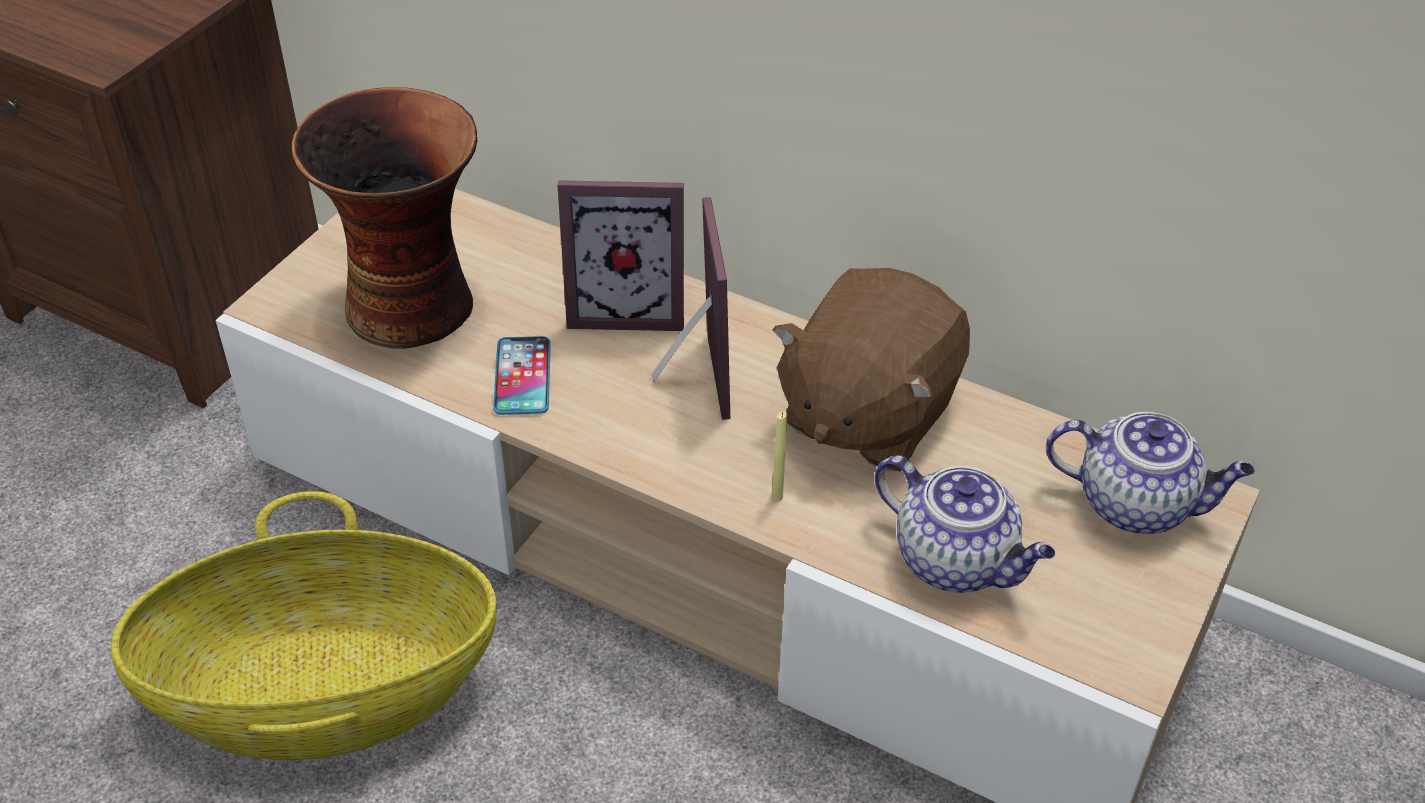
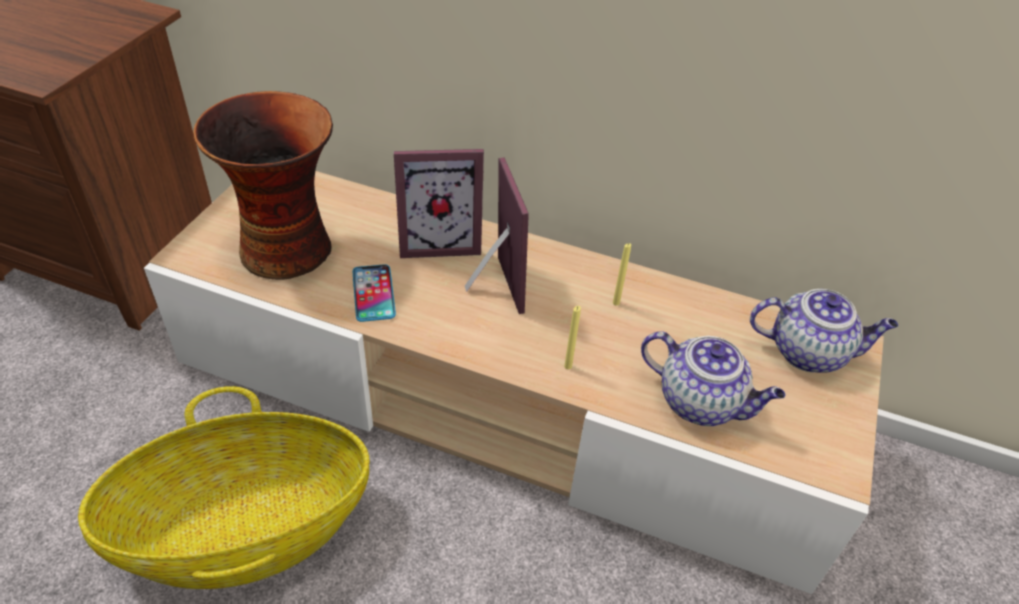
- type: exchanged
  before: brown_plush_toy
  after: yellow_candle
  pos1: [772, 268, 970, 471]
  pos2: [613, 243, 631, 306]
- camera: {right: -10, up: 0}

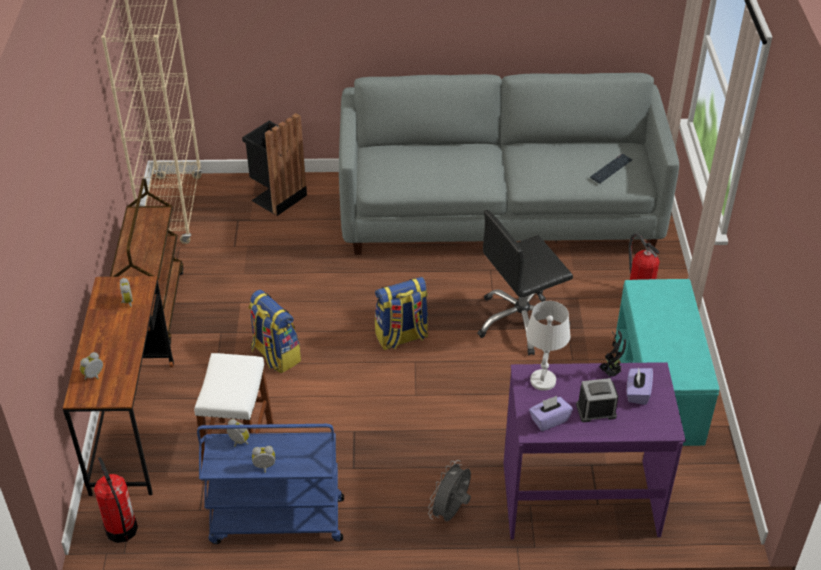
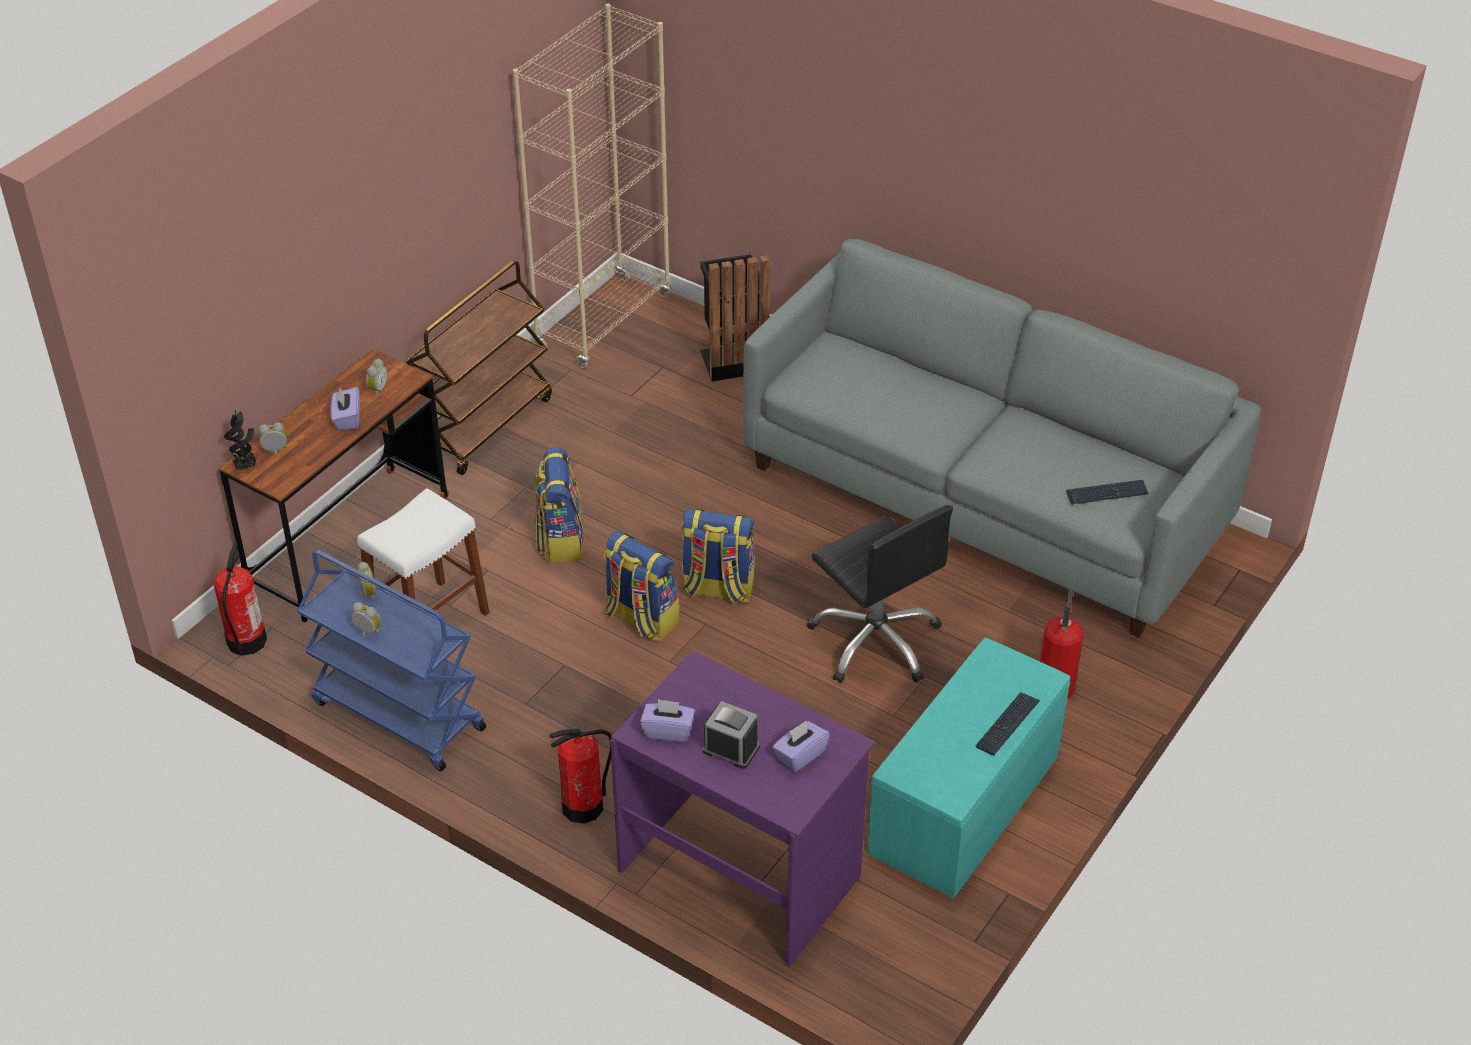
- type: exchanged
  before: grey_fan
  after: fire_extinguisher
  pos1: [428, 460, 471, 522]
  pos2: [549, 729, 611, 824]
- type: spun
  before: black_office_chair
  pos1: [477, 210, 573, 355]
  pos2: [807, 505, 953, 683]
  turn: -135
- type: missing
  before: white_table_lamp
  pos1: [526, 301, 571, 391]
- type: relocated
  before: potted_plant
  pos1: [599, 330, 626, 377]
  pos2: [224, 410, 256, 470]
- type: appeared
  after: purple_tissue_box
  pos2: [331, 387, 360, 430]
- type: appeared
  after: backpack
  pos2: [604, 531, 679, 642]
- type: appeared
  after: keyboard
  pos2: [975, 692, 1040, 755]
- camera: {right: 35, up: 0}

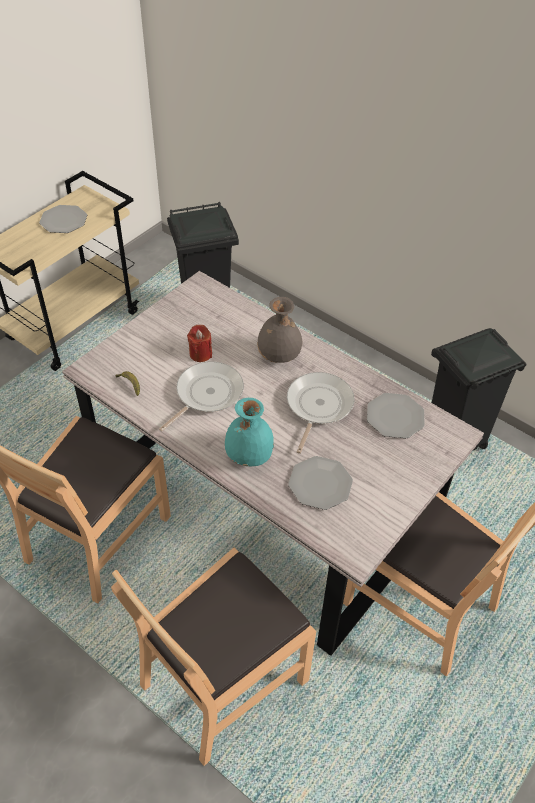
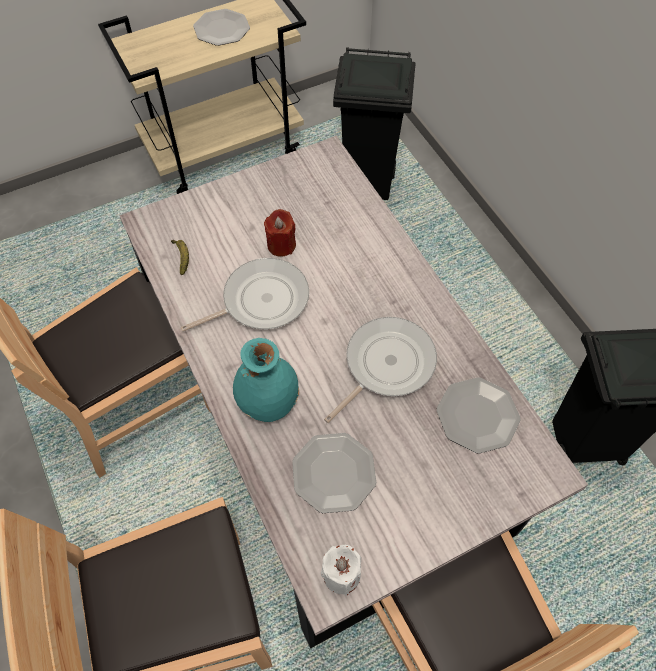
- type: missing
  before: grey_vase
  pos1: [257, 297, 303, 363]
- type: appeared
  after: white_candle
  pos2: [321, 545, 361, 596]
- camera: {right: 25, up: 10}

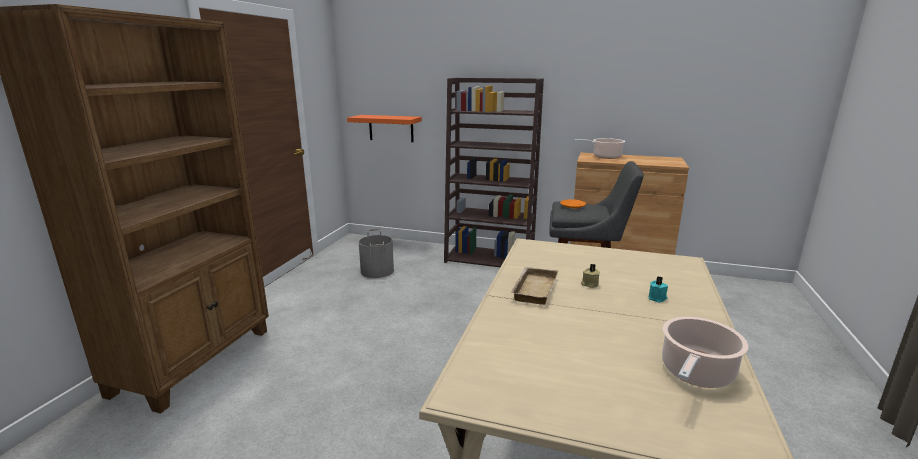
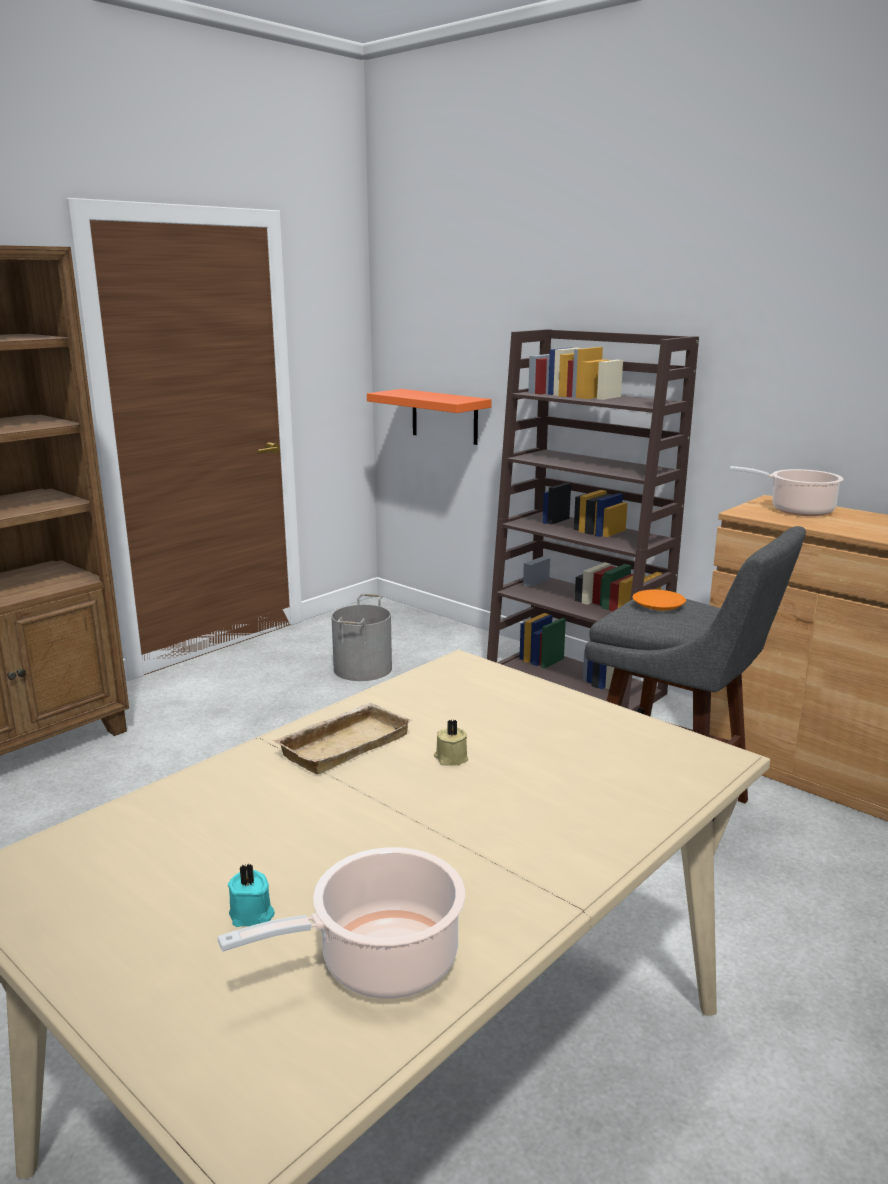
- type: relocated
  before: turquoise_candle
  pos1: [649, 276, 668, 303]
  pos2: [228, 863, 275, 927]
- camera: {right: 25, up: 0}

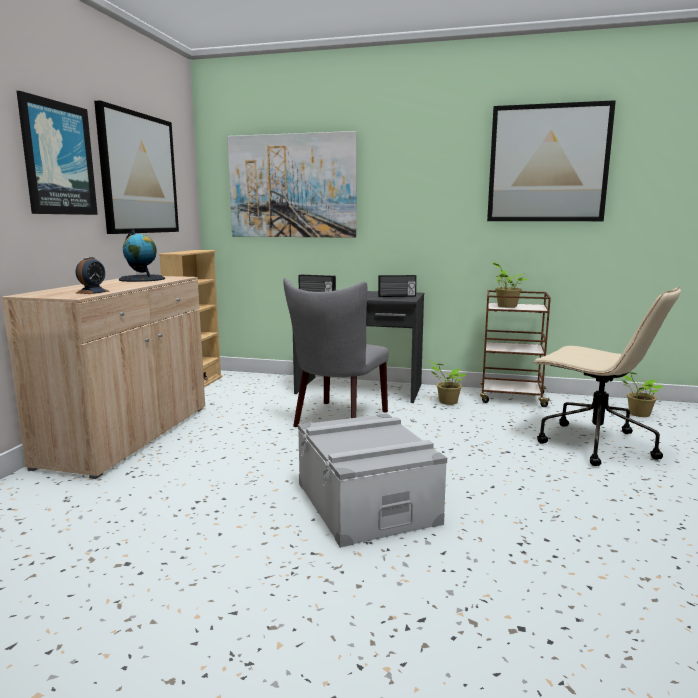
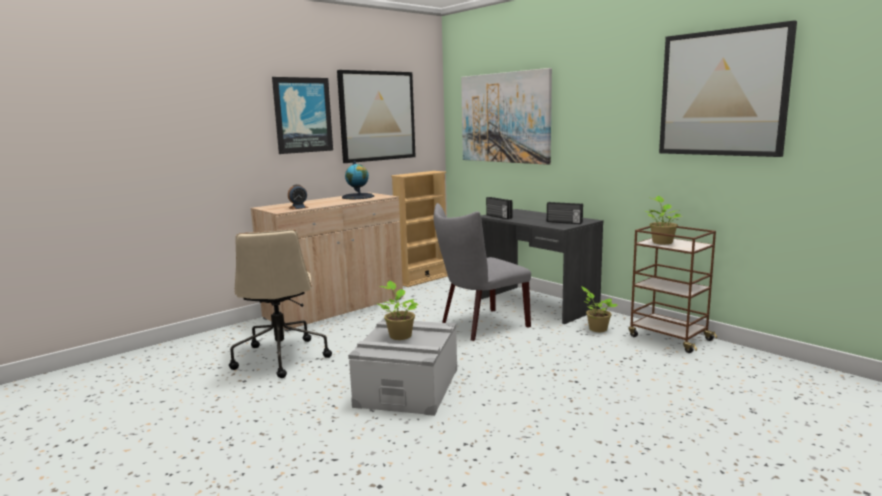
- type: relocated
  before: beige_office_chair
  pos1: [533, 286, 681, 466]
  pos2: [229, 229, 332, 378]
- type: relocated
  before: potted_plant
  pos1: [622, 372, 663, 417]
  pos2: [378, 281, 418, 340]
- camera: {right: 35, up: 0}

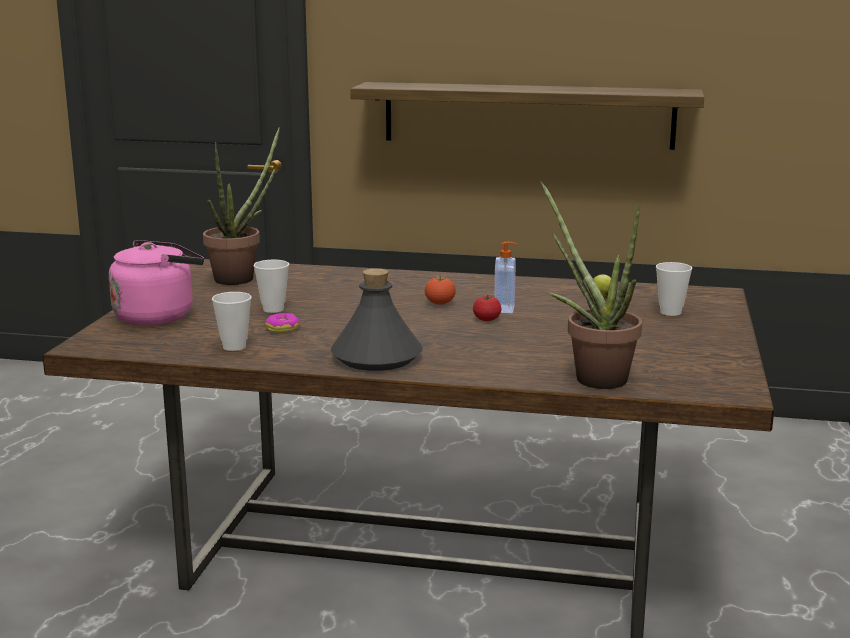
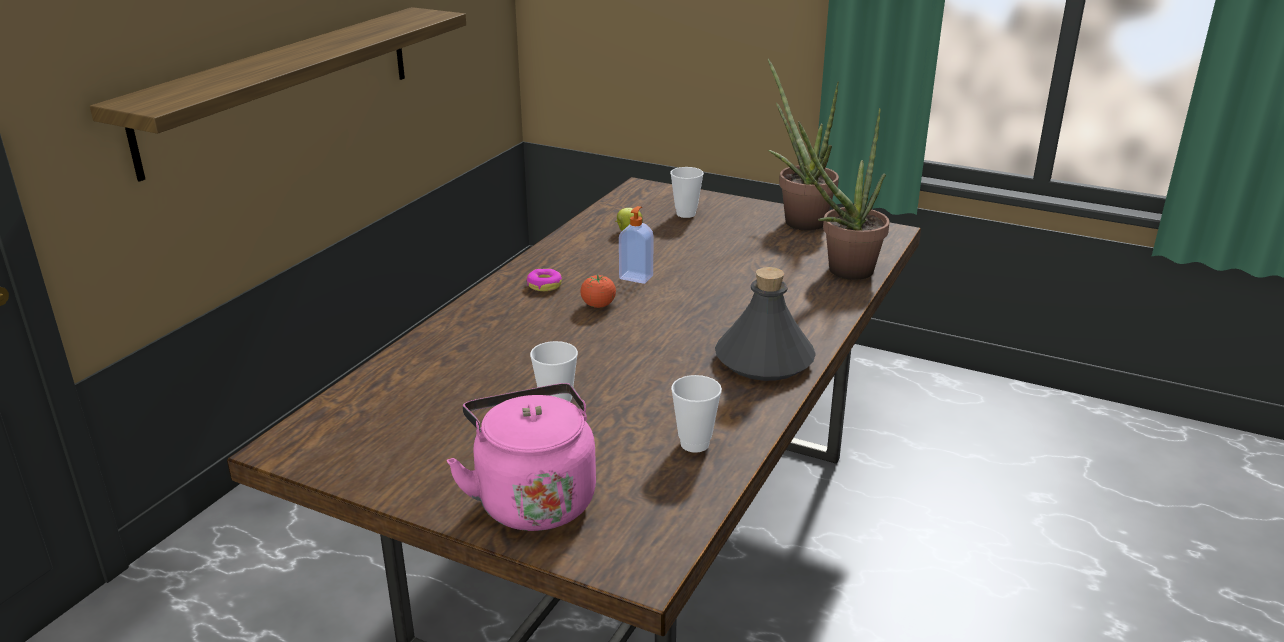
- type: relocated
  before: potted_plant
  pos1: [203, 128, 280, 285]
  pos2: [768, 58, 839, 231]
- type: relocated
  before: donut
  pos1: [265, 313, 299, 333]
  pos2: [527, 269, 562, 291]
- type: missing
  before: tomato
  pos1: [473, 295, 501, 321]
- camera: {right: -75, up: 10}

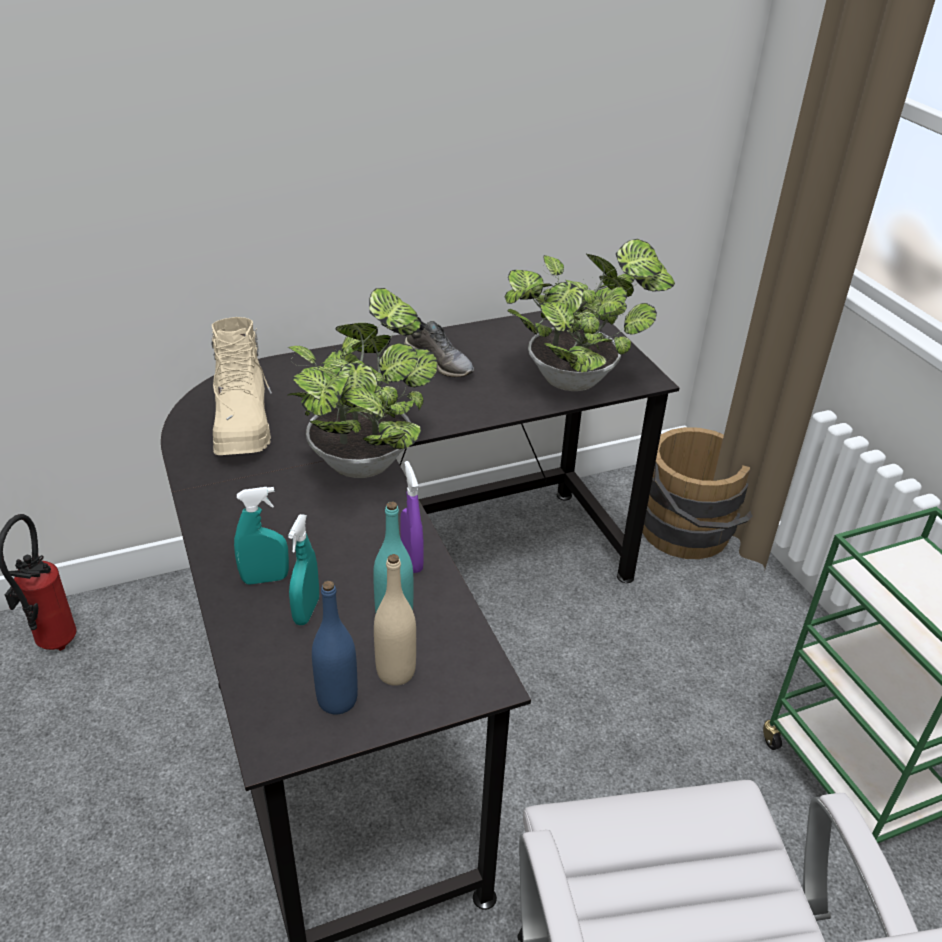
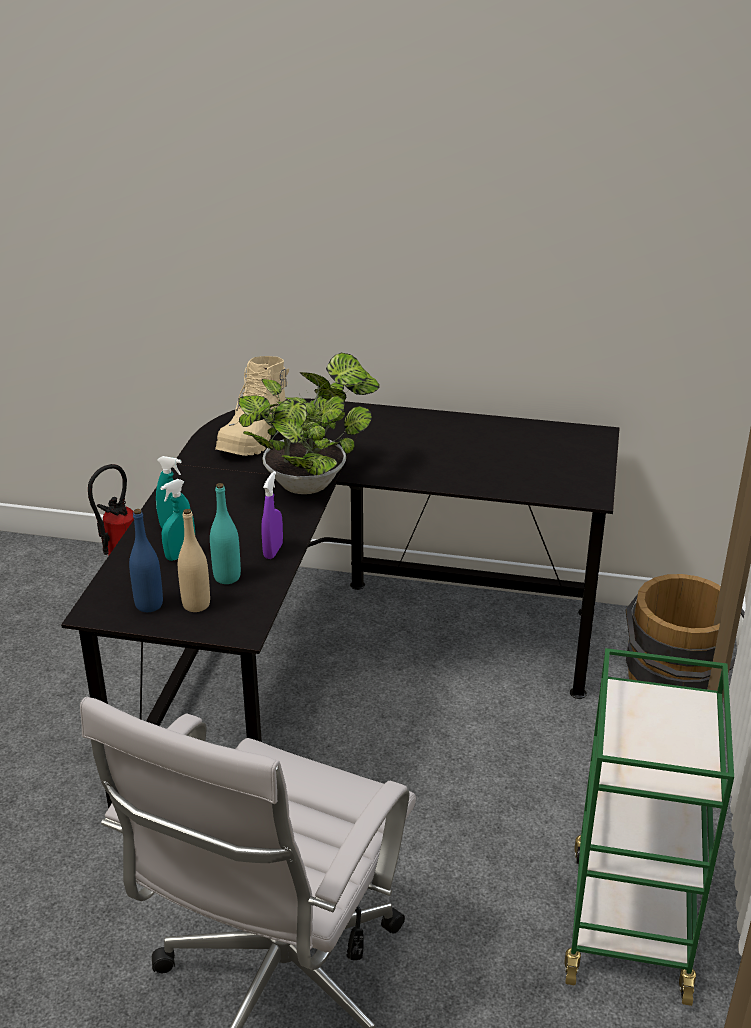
- type: missing
  before: grey_shoe
  pos1: [404, 317, 474, 377]
- type: missing
  before: potted_plant
  pos1: [505, 239, 675, 391]
- camera: {right: 35, up: -5}

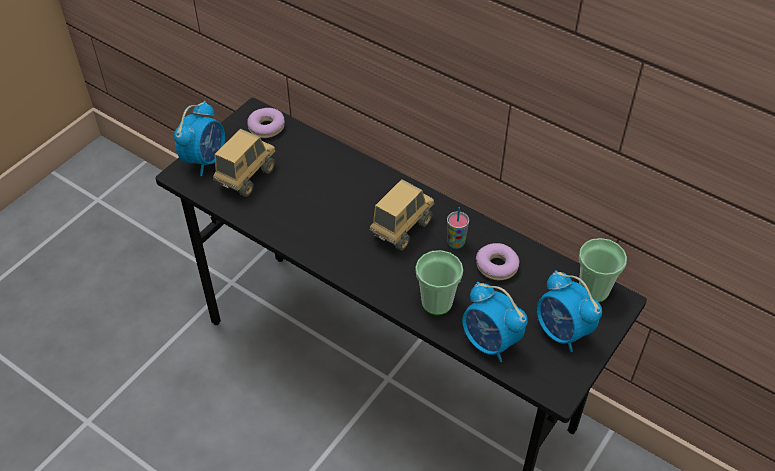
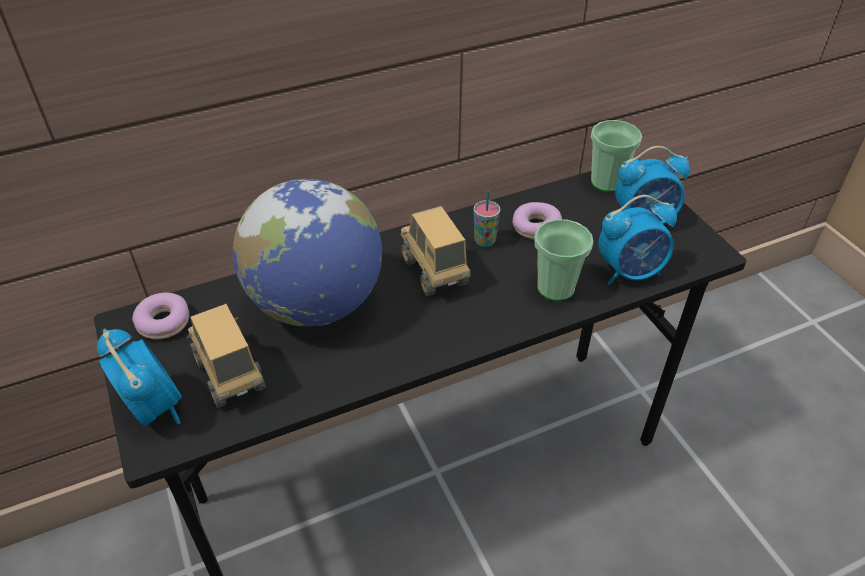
- type: appeared
  after: globe
  pos2: [233, 179, 382, 326]
- camera: {right: -60, up: -5}

